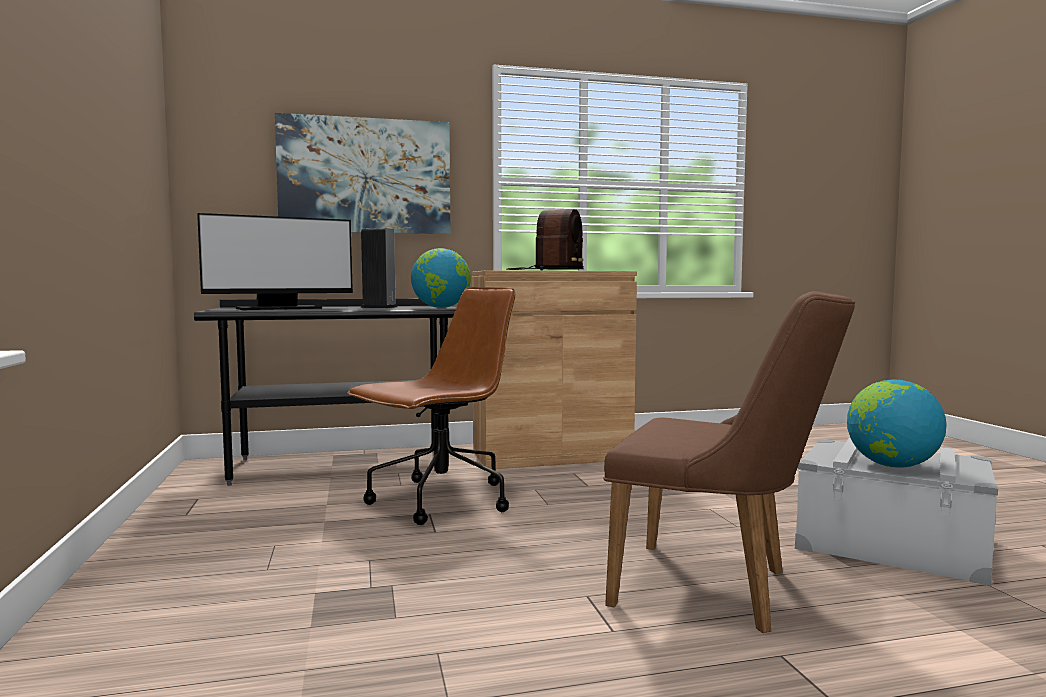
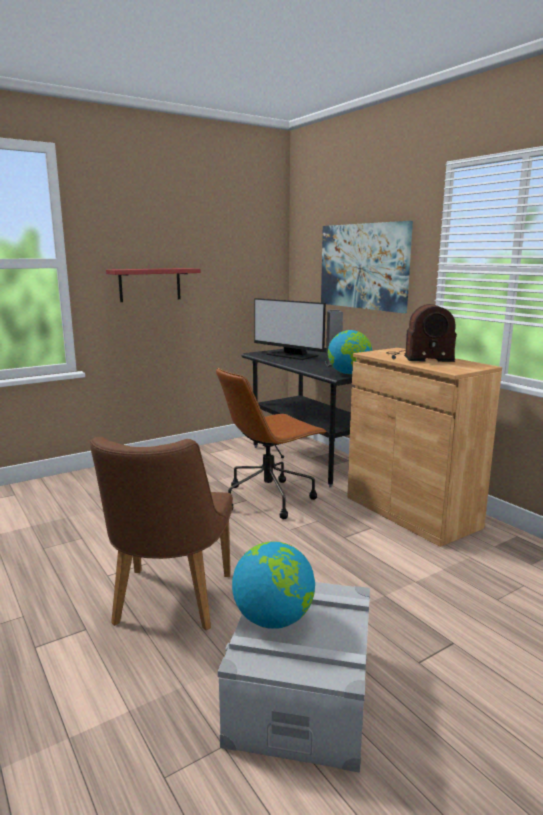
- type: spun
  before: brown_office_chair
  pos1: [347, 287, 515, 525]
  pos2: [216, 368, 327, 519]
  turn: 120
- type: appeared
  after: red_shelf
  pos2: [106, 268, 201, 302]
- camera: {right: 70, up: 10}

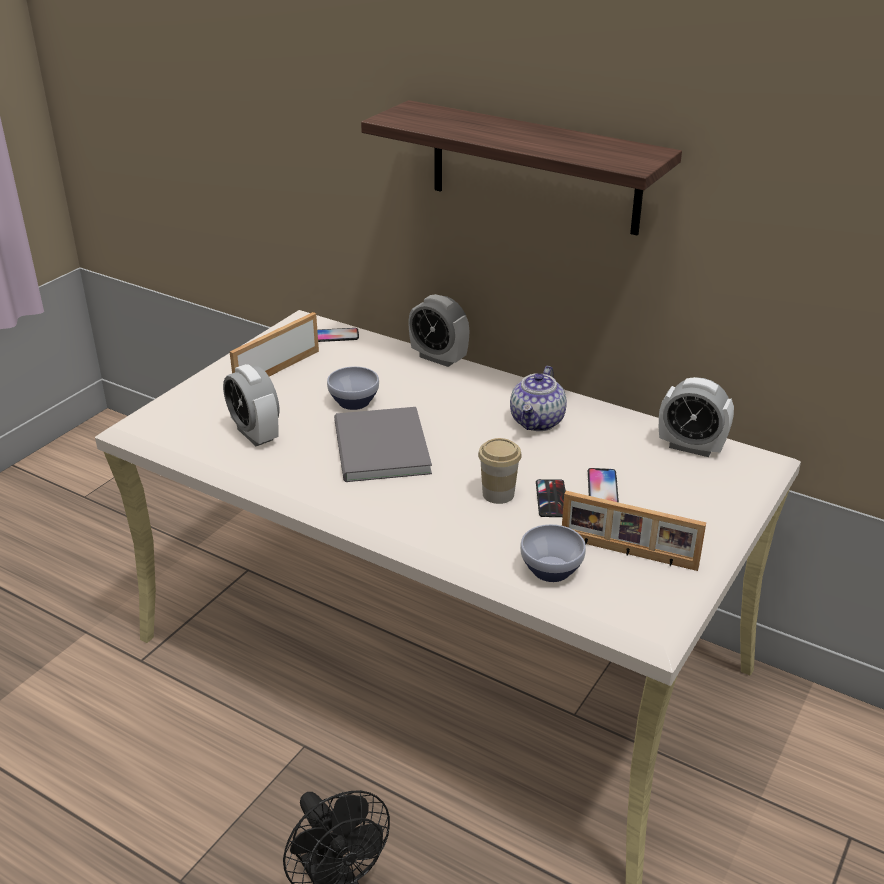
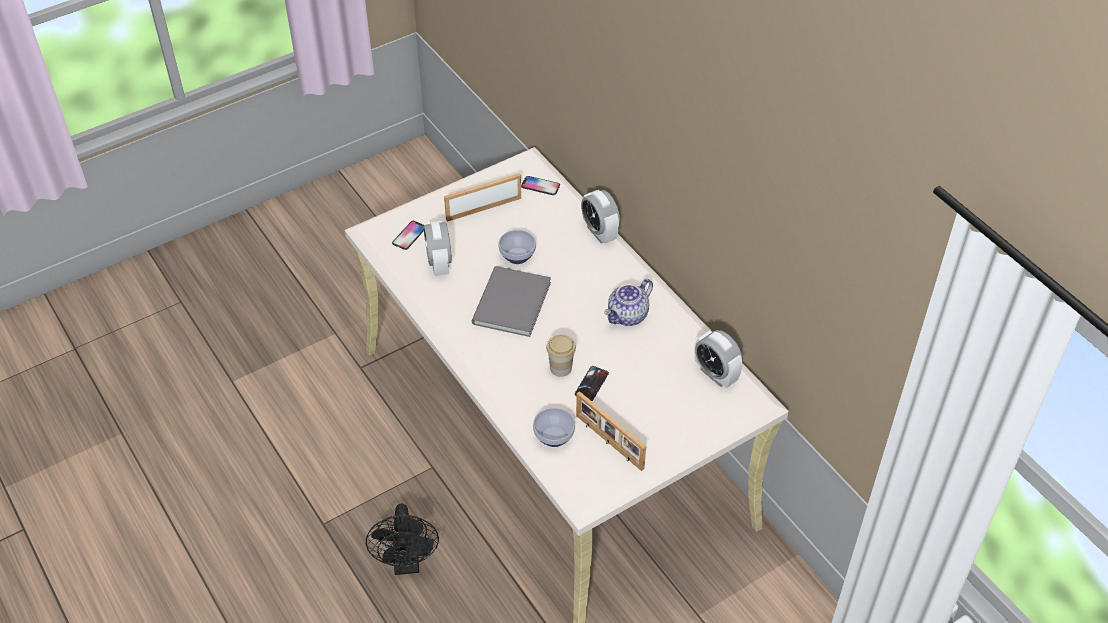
- type: missing
  before: shelf
  pos1: [361, 100, 682, 236]
- type: relocated
  before: phone
  pos1: [588, 468, 619, 503]
  pos2: [392, 221, 424, 250]
- camera: {right: 25, up: 15}

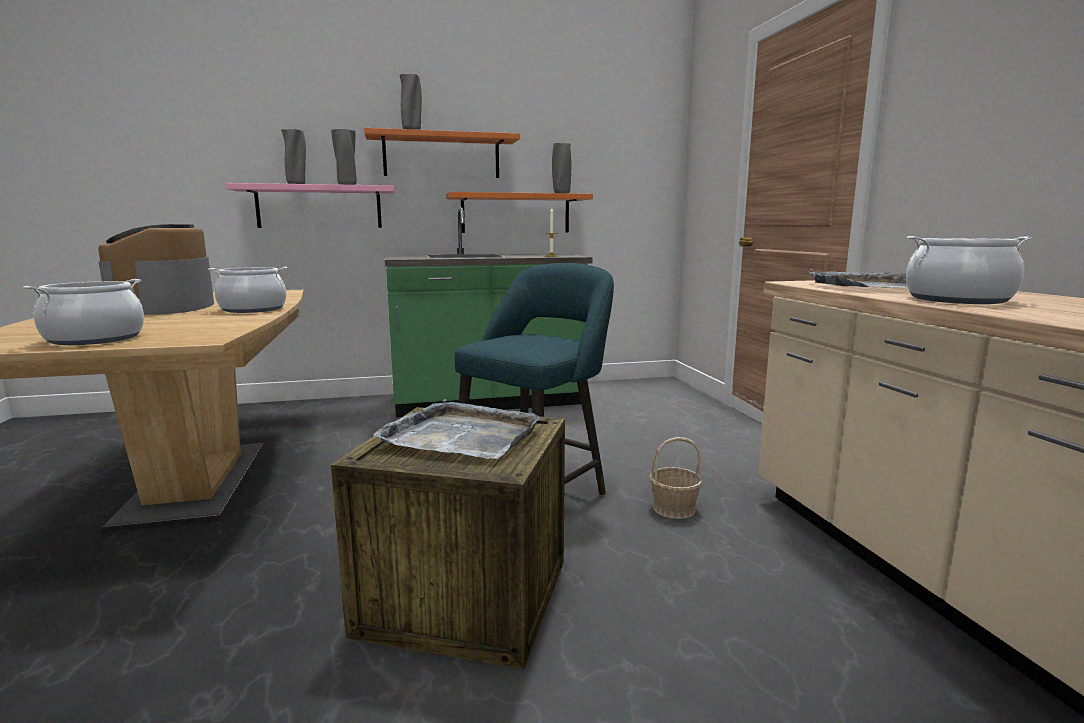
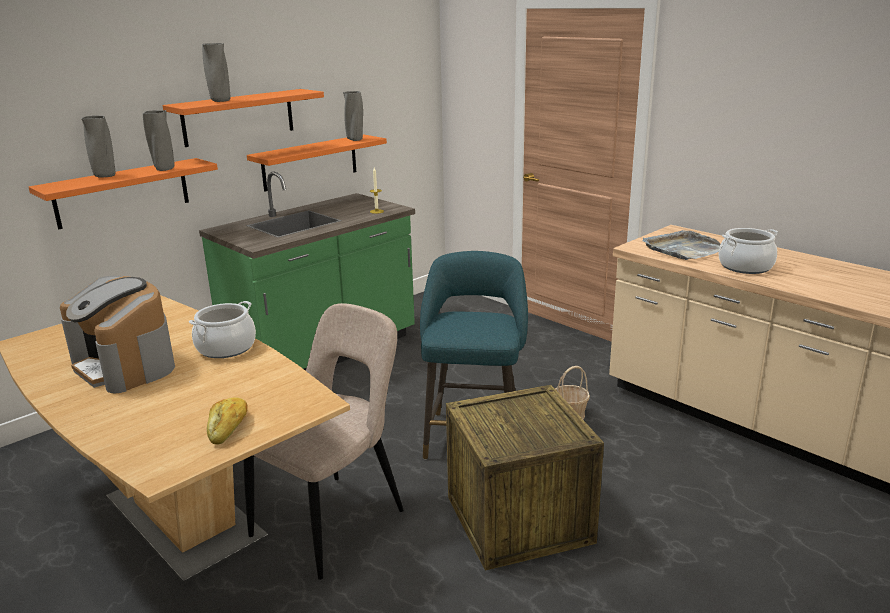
- type: exchanged
  before: cooking_pot
  after: bread
  pos1: [23, 279, 144, 345]
  pos2: [207, 397, 248, 445]
- type: colour
  before: pink_shelf
  after: orange_shelf
  pos1: [226, 183, 395, 228]
  pos2: [29, 158, 218, 229]
- type: missing
  before: grey_tray
  pos1: [373, 399, 541, 459]
- type: appeared
  after: beige_chair
  pos2: [243, 303, 404, 580]
- camera: {right: -30, up: 10}

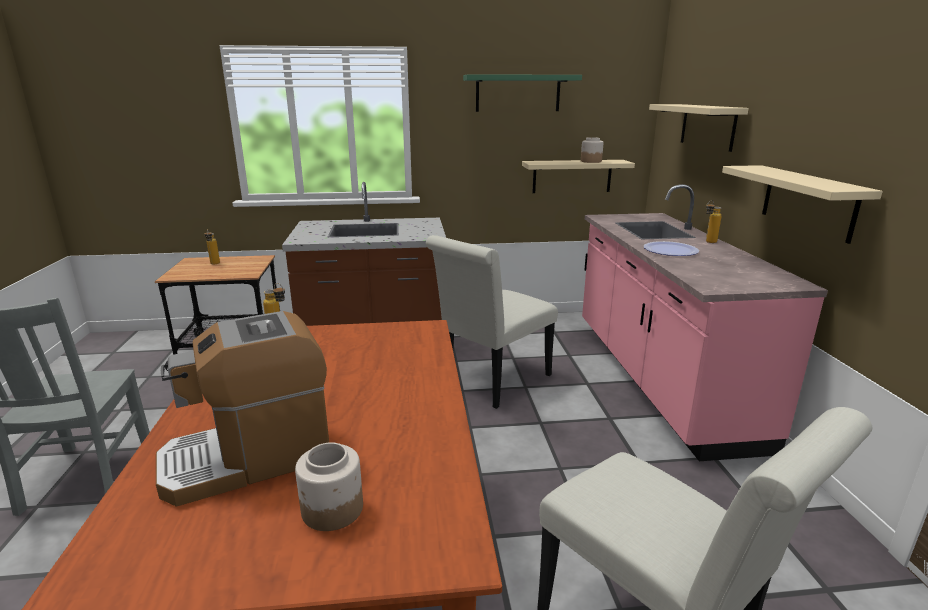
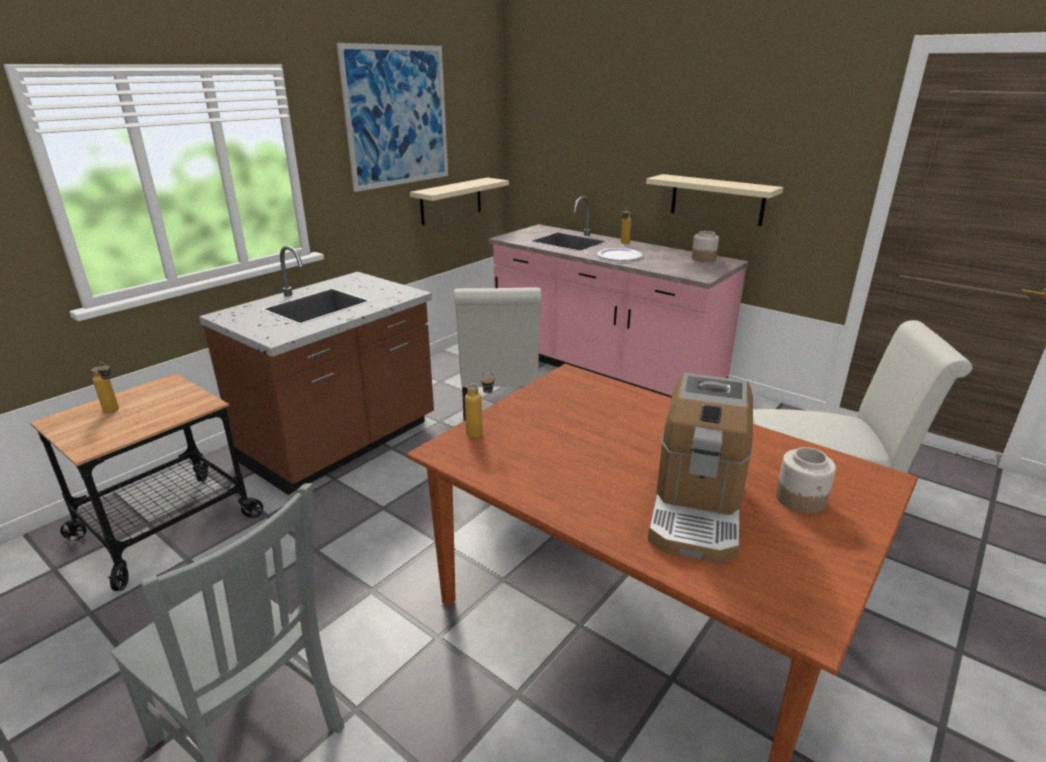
- type: exchanged
  before: green_shelf
  after: picture
  pos1: [463, 74, 582, 112]
  pos2: [337, 43, 448, 192]
- type: relocated
  before: jar
  pos1: [581, 137, 604, 163]
  pos2: [691, 231, 719, 262]
- type: missing
  before: beige_shelf
  pos1: [649, 104, 749, 152]
- camera: {right: -45, up: 5}

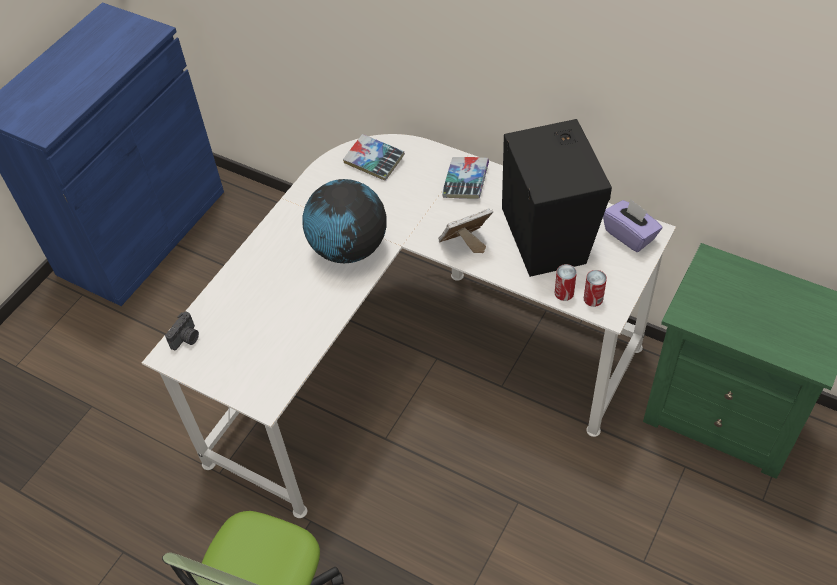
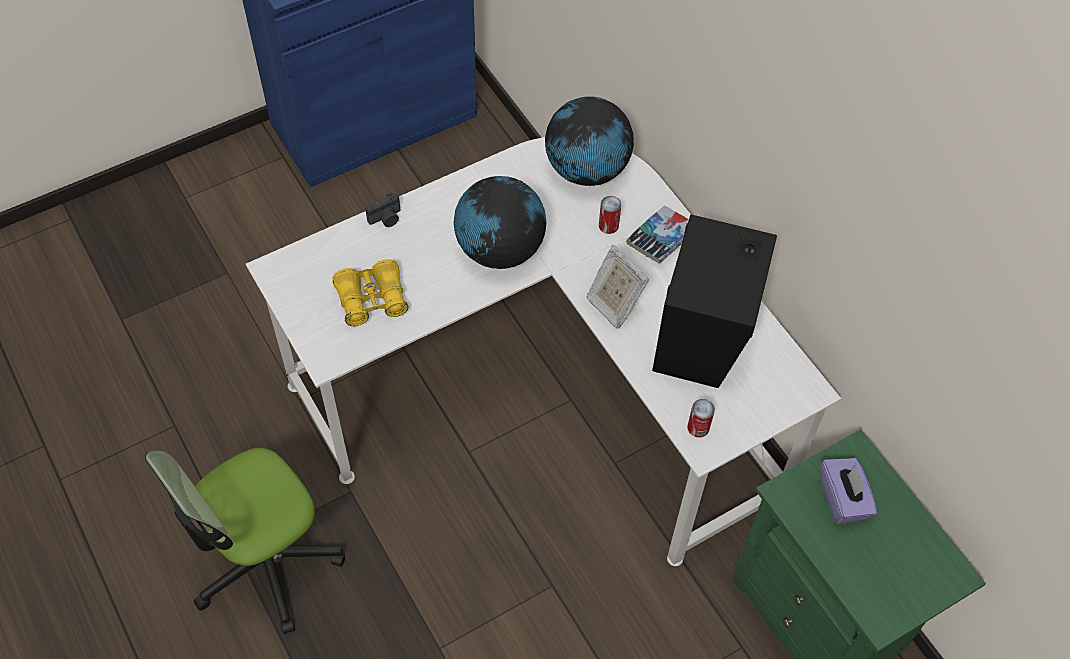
- type: relocated
  before: photo_camera
  pos1: [165, 311, 199, 350]
  pos2: [365, 192, 400, 227]
- type: exchanged
  before: book
  after: globe
  pos1: [343, 134, 405, 181]
  pos2: [545, 96, 634, 186]
- type: spun
  before: picture_frame
  pos1: [438, 208, 493, 253]
  pos2: [586, 244, 649, 329]
  turn: -135
- type: relocated
  before: can
  pos1: [555, 264, 577, 301]
  pos2: [599, 196, 621, 234]
- type: relocated
  before: purple_tissue_box
  pos1: [603, 199, 662, 252]
  pos2: [820, 458, 877, 524]
- type: appeared
  after: yellow_binoculars
  pos2: [333, 259, 408, 326]
- camera: {right: 25, up: 5}

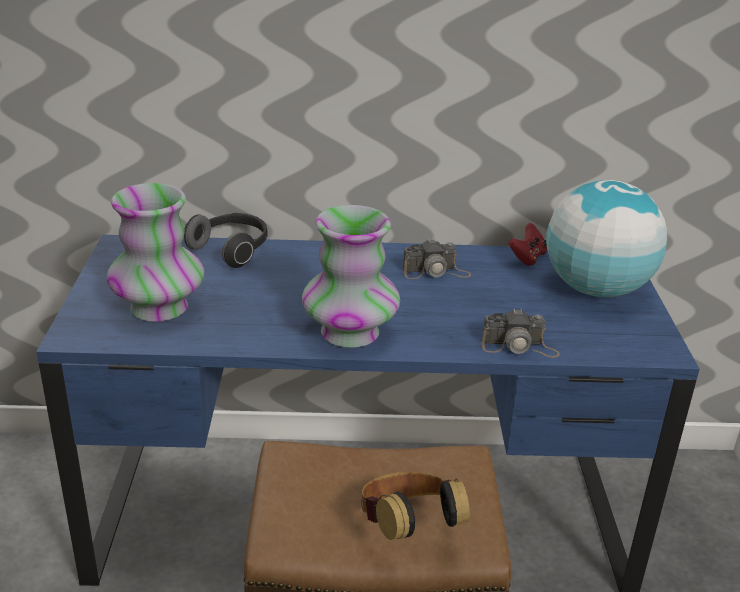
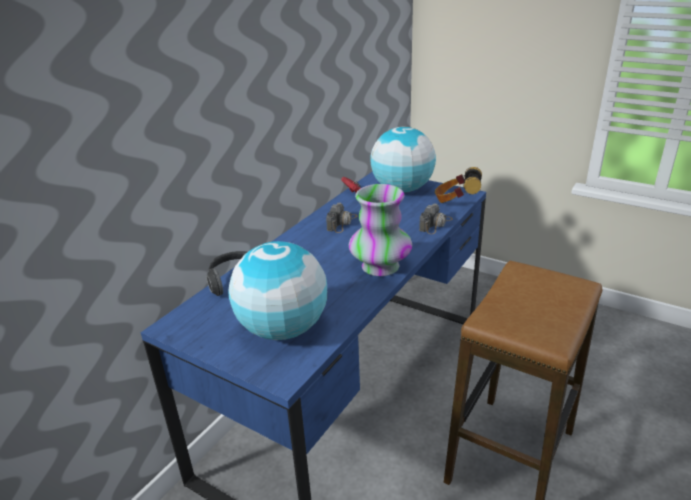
- type: exchanged
  before: vase
  after: globe
  pos1: [107, 183, 204, 322]
  pos2: [228, 241, 327, 340]
- type: relocated
  before: headphones
  pos1: [361, 472, 470, 540]
  pos2: [435, 167, 482, 203]
- camera: {right: -55, up: 0}

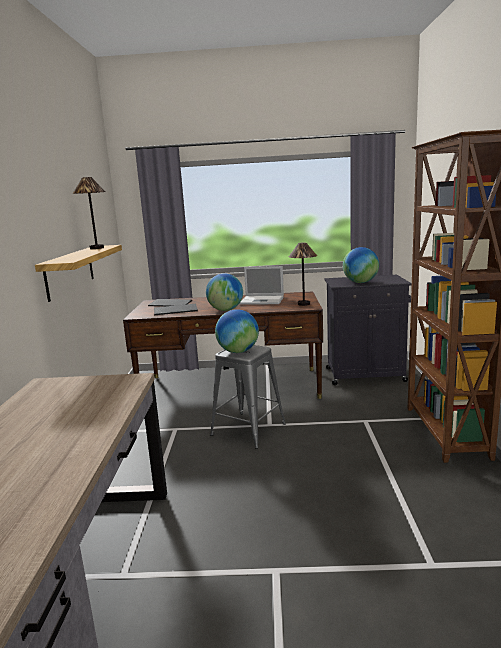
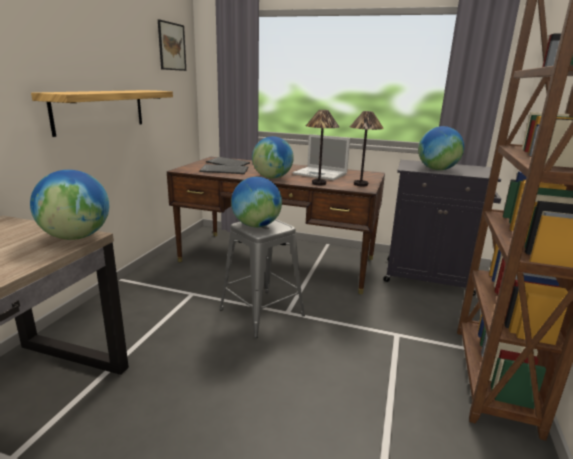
- type: relocated
  before: table_lamp
  pos1: [72, 177, 105, 249]
  pos2: [306, 110, 339, 185]
- type: appeared
  after: globe
  pos2: [30, 170, 109, 240]
- type: appeared
  after: picture
  pos2: [158, 19, 186, 71]
- camera: {right: 15, up: 5}

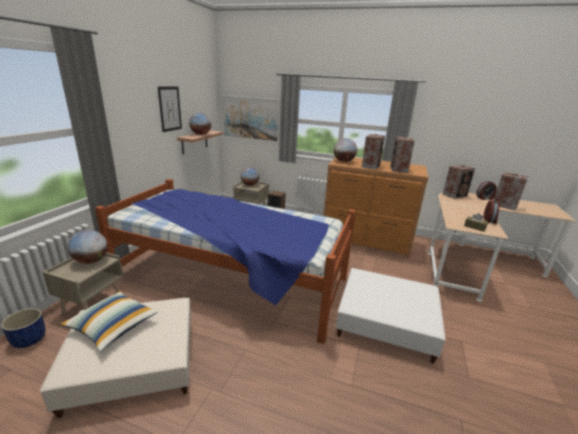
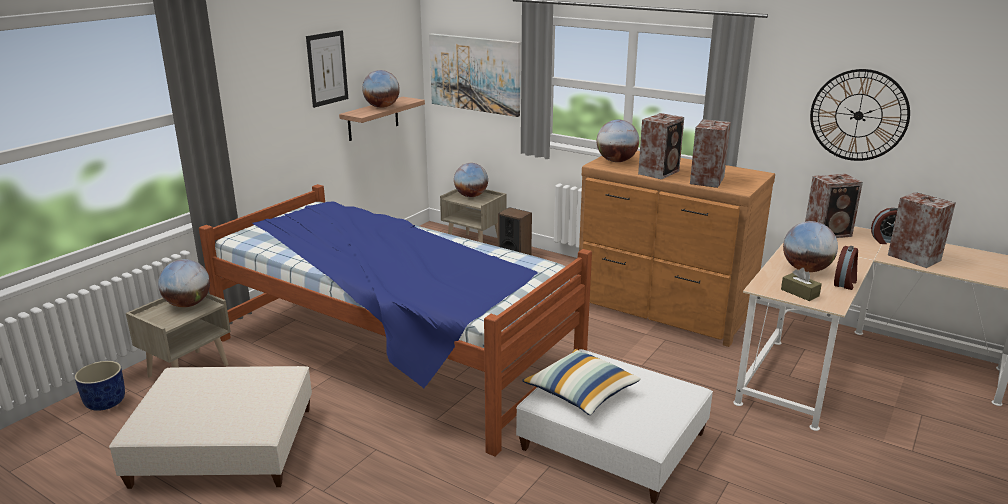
- type: relocated
  before: pillow
  pos1: [60, 291, 158, 352]
  pos2: [522, 349, 641, 415]
- type: appeared
  after: globe
  pos2: [783, 221, 838, 272]
- type: appeared
  after: wall_clock
  pos2: [810, 69, 910, 161]
- camera: {right: 15, up: 0}

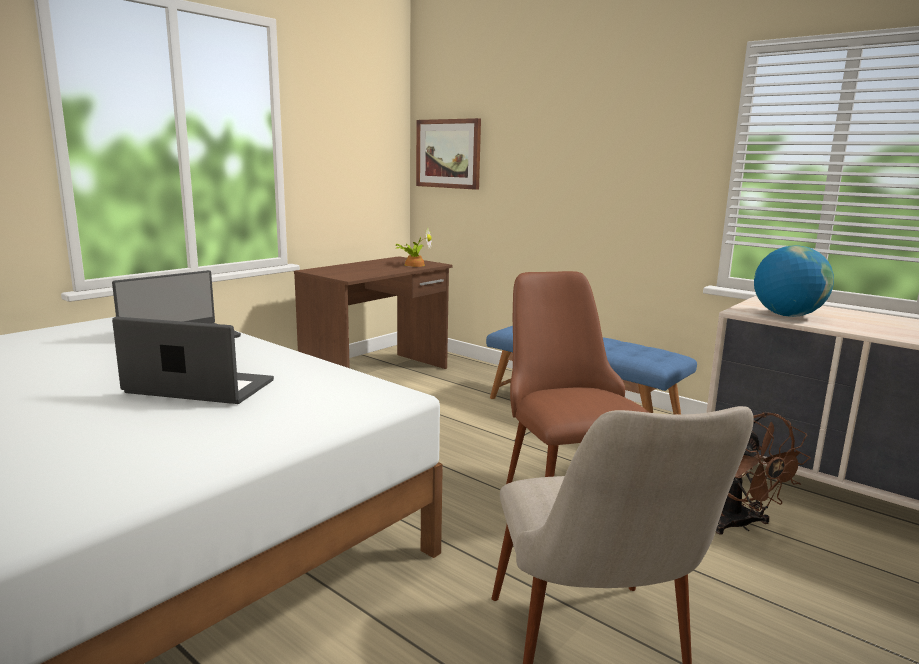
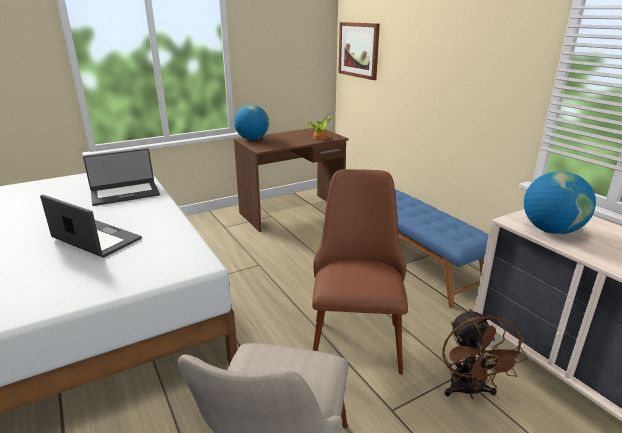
- type: appeared
  after: globe
  pos2: [234, 105, 269, 140]
- camera: {right: 20, up: 10}

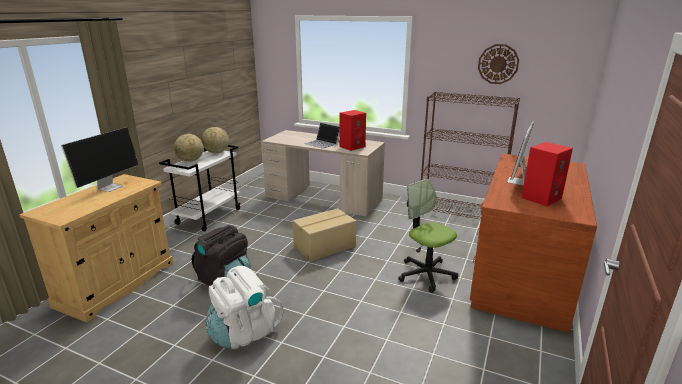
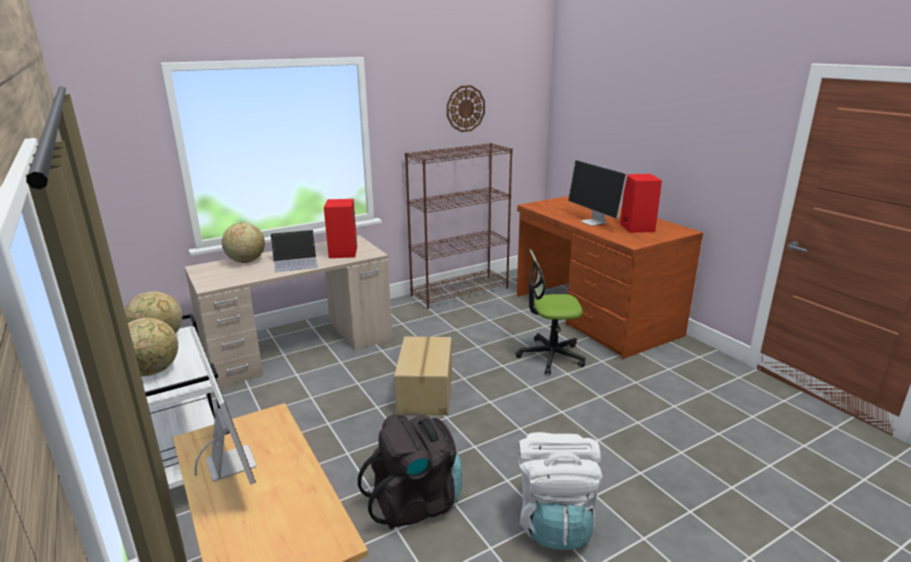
- type: appeared
  after: globe
  pos2: [222, 222, 265, 263]
- camera: {right: -55, up: 0}

